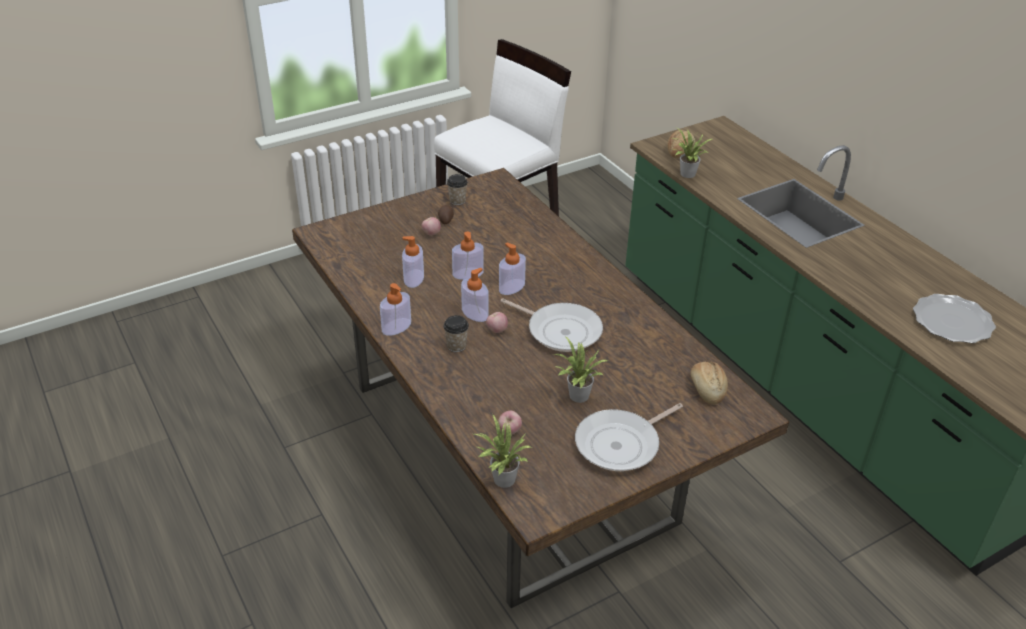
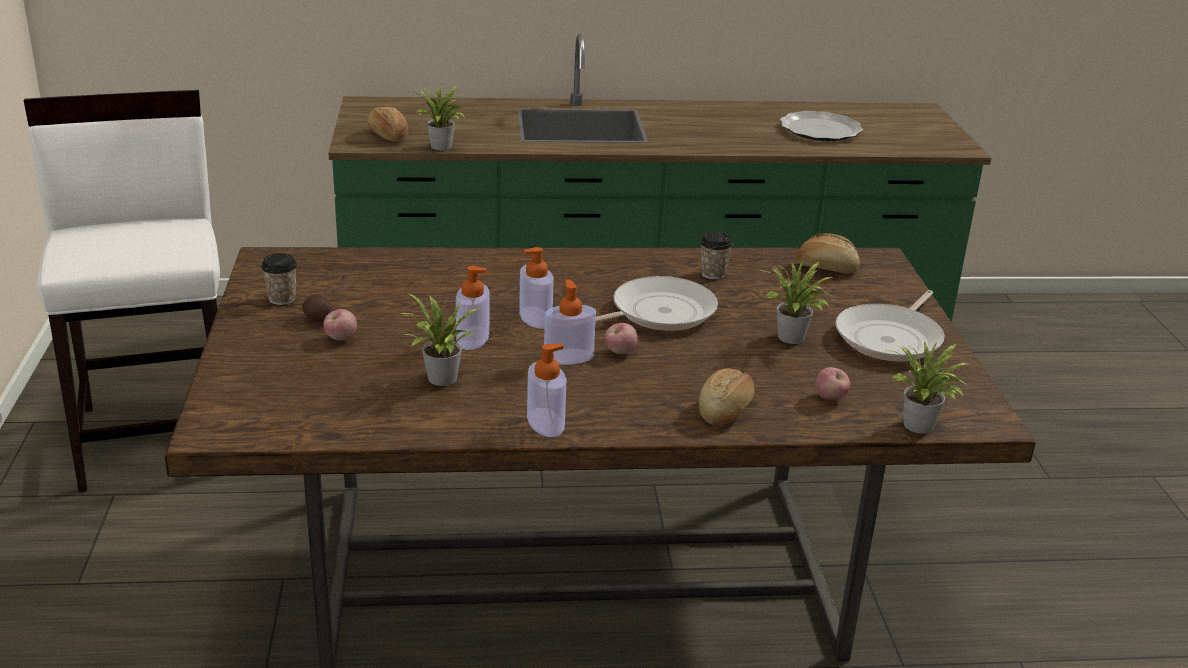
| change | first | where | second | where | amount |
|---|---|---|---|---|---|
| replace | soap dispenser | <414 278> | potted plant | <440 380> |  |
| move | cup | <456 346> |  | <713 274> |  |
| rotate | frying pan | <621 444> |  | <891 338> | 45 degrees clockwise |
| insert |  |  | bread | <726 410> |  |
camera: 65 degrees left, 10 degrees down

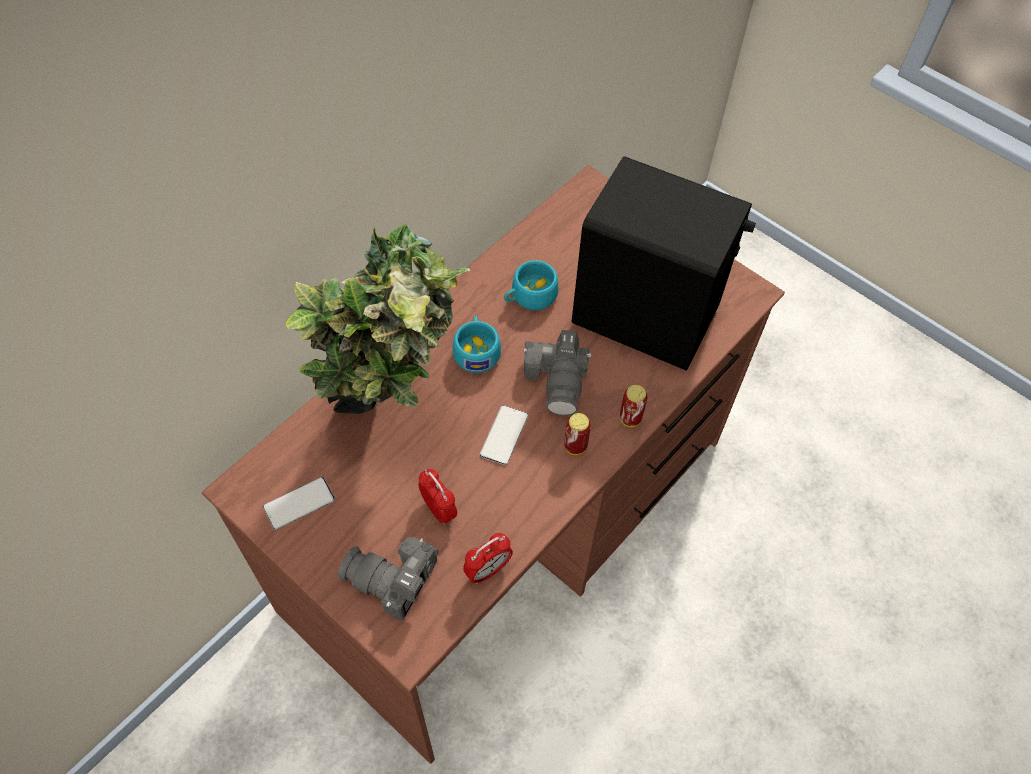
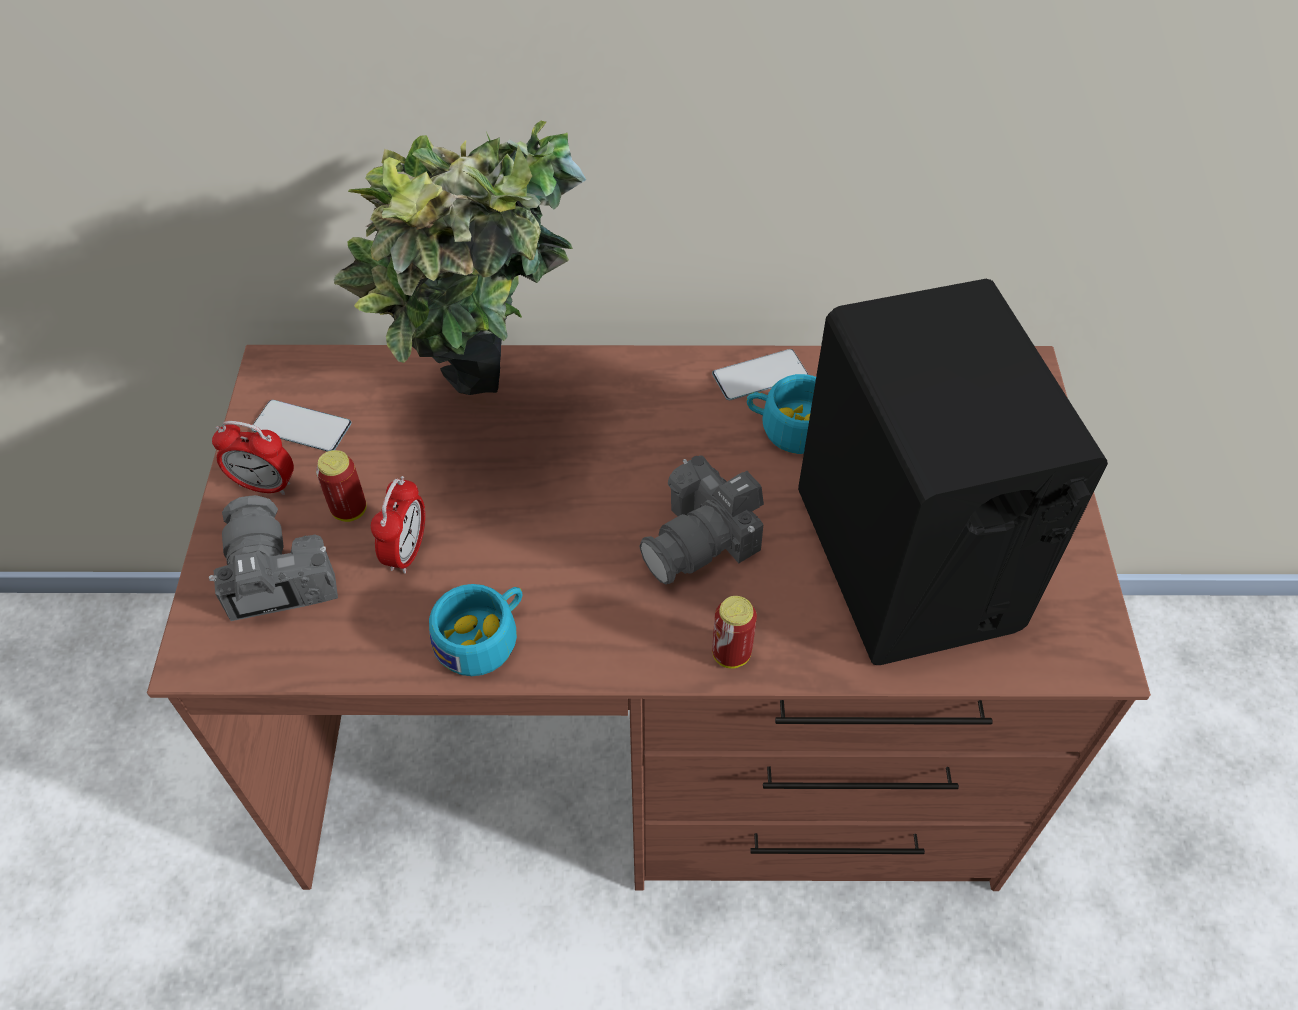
| change | first | where | second | where | amount |
|---|---|---|---|---|---|
| move | cup in turquoise | <476 350> |  | <484 637> |  |
| move | phone | <504 435> |  | <760 375> |  |
| move | can | <575 446> |  | <349 510> |  |
| move | alarm clock | <488 570> |  | <265 485> |  |
camera: 50 degrees right, 5 degrees down

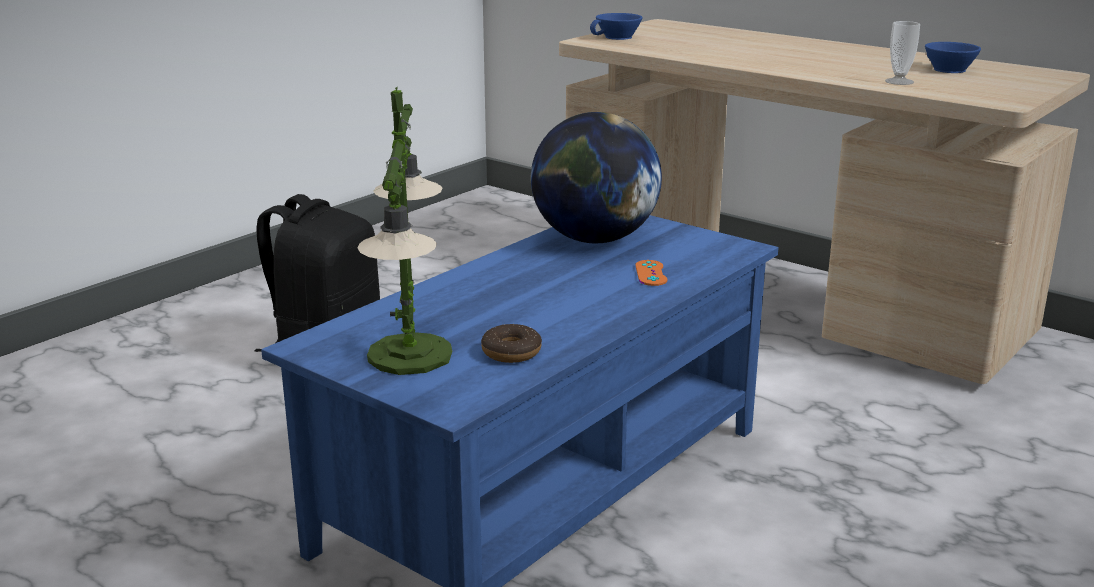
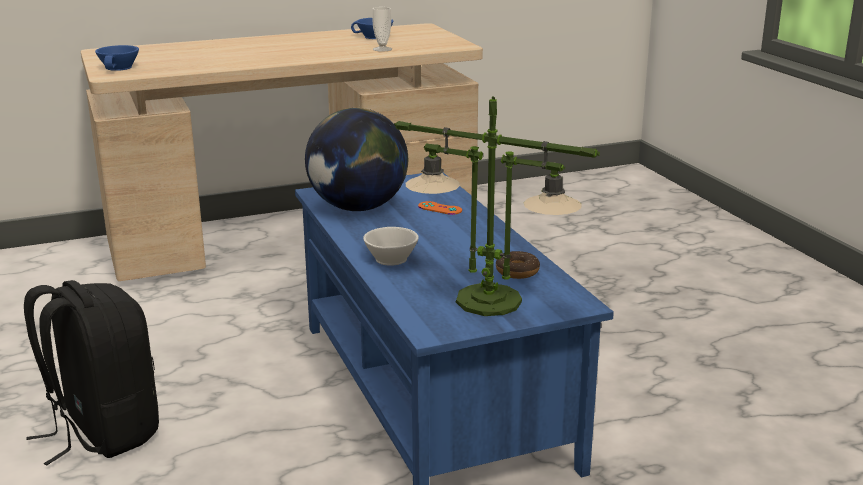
| change | first | where | second | where | amount |
|---|---|---|---|---|---|
| insert |  |  | cup in white | <388 258> |  |
camera: 60 degrees left, 0 degrees up

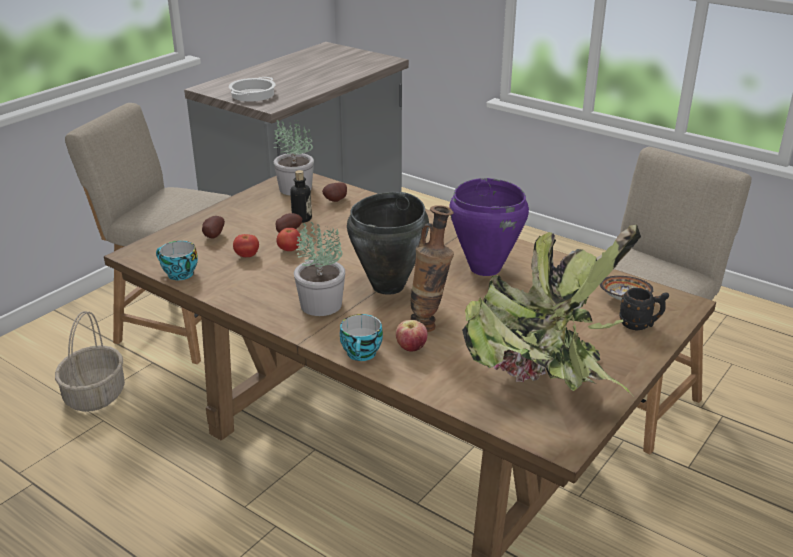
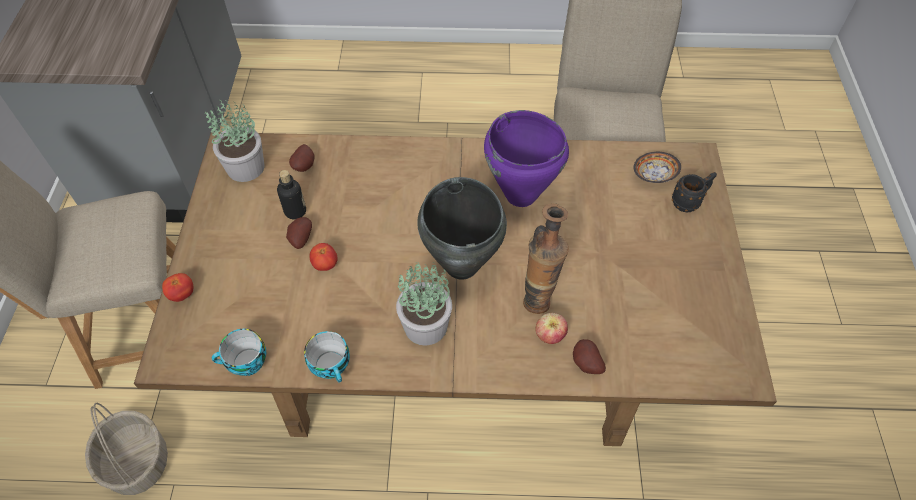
| change | first | where | second | where | amount |
|---|---|---|---|---|---|
| delete | cooking pot | <253 95> |  |  |  |
| move | potato | <213 236> |  | <585 364> |  |
| delete | potted plant | <542 387> |  |  |  |
| move | tomato | <247 256> |  | <182 294> |  |
| move | cup | <362 354> |  | <332 366> |  |
camera: 35 degrees left, 25 degrees up

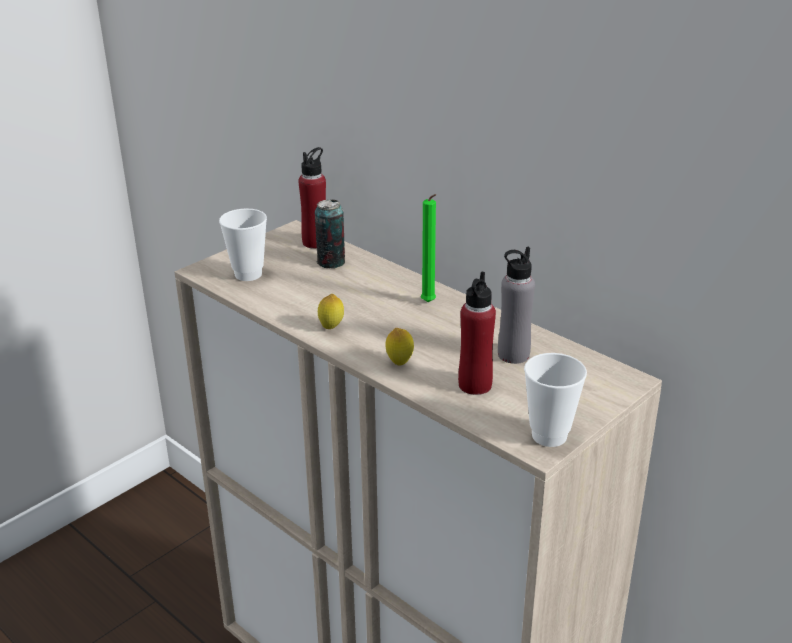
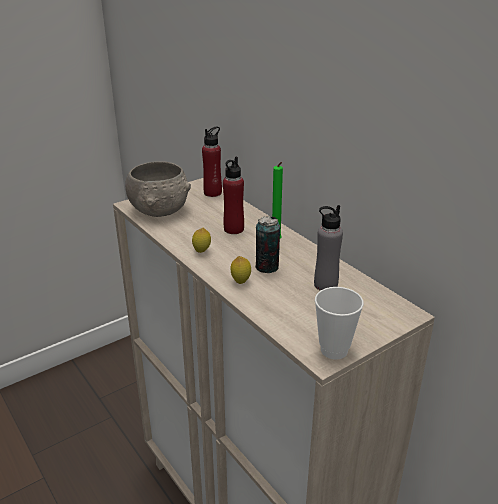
| change | first | where | second | where | amount |
|---|---|---|---|---|---|
| move | can | <331 262> |  | <267 267> |  |
| replace | cup | <248 274> | bowl in grey | <160 210> |  |
| move | bottle in red | <475 385> |  | <233 229> |  |
camera: 10 degrees right, 0 degrees up

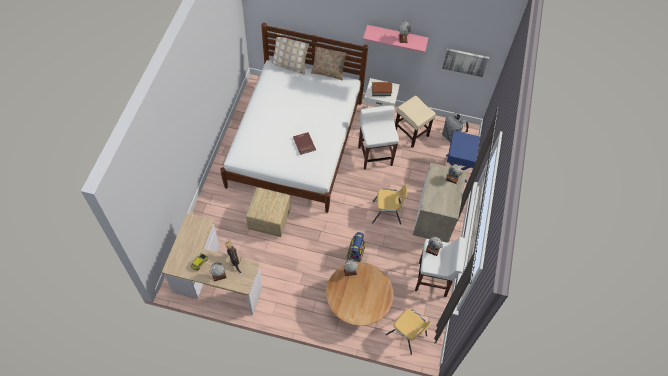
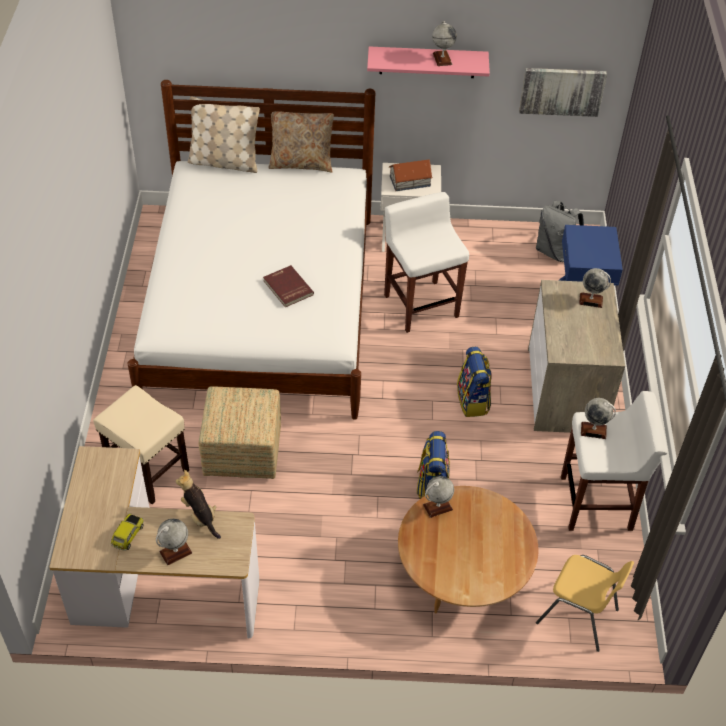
| change | first | where | second | where | amount |
|---|---|---|---|---|---|
| move | stool in beige | <410 132> |  | <147 470> |  |
| replace | chair in yellow | <387 213> | backpack | <473 401> |  |
camera: 10 degrees left, 10 degrees down

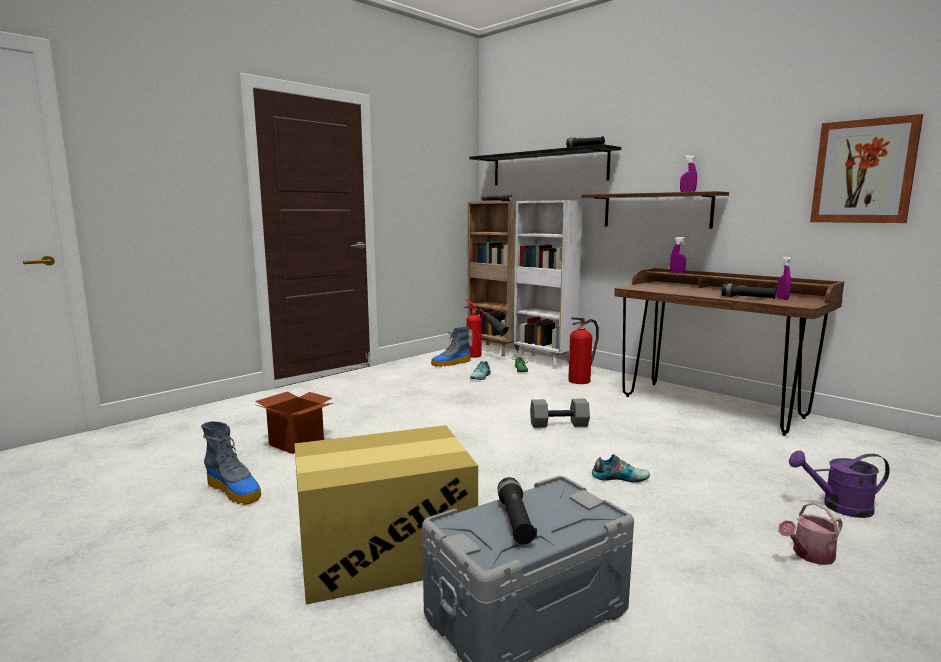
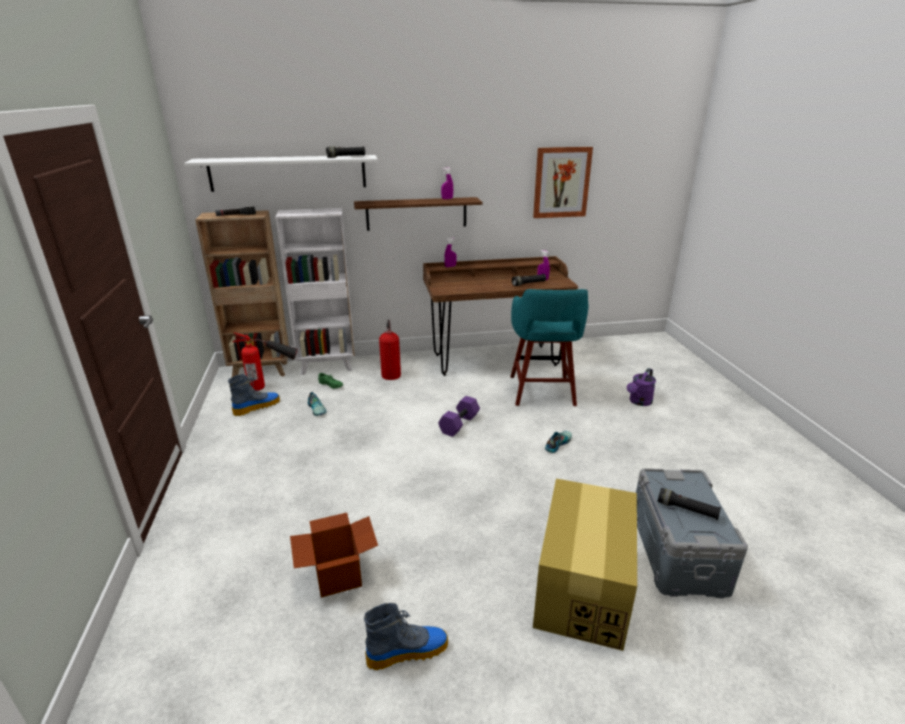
| change | first | where | second | where | amount |
|---|---|---|---|---|---|
| recolor | shelf in black | <548 168> | shelf in white | <288 173> |  |
| rotate | boot | <451 363> |  | <257 407> | 135 degrees counterclockwise |
| recolor | dumbbell in grey | <559 424> | dumbbell in purple | <459 424> |  |
| delete | watering can | <809 555> |  |  |  |
| insert |  |  | stool in turquoise | <542 392> |  |
camera: 55 degrees left, 15 degrees up

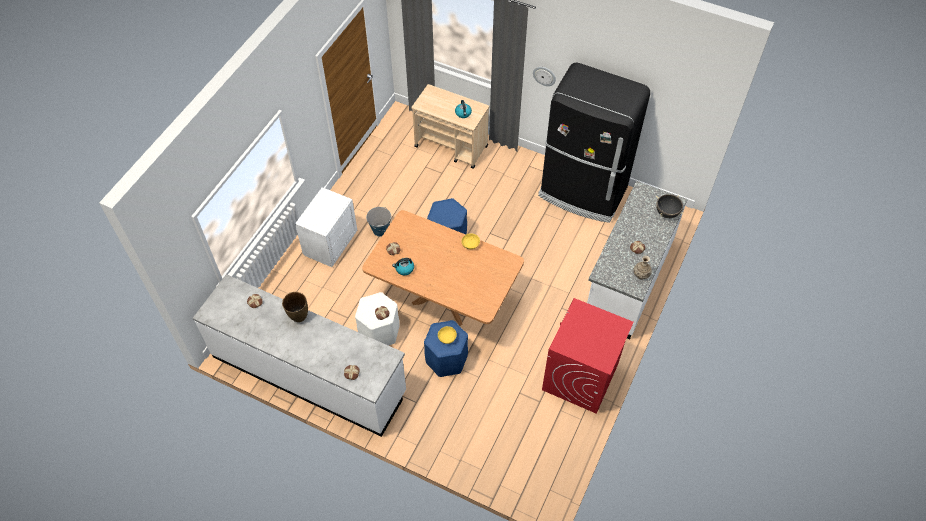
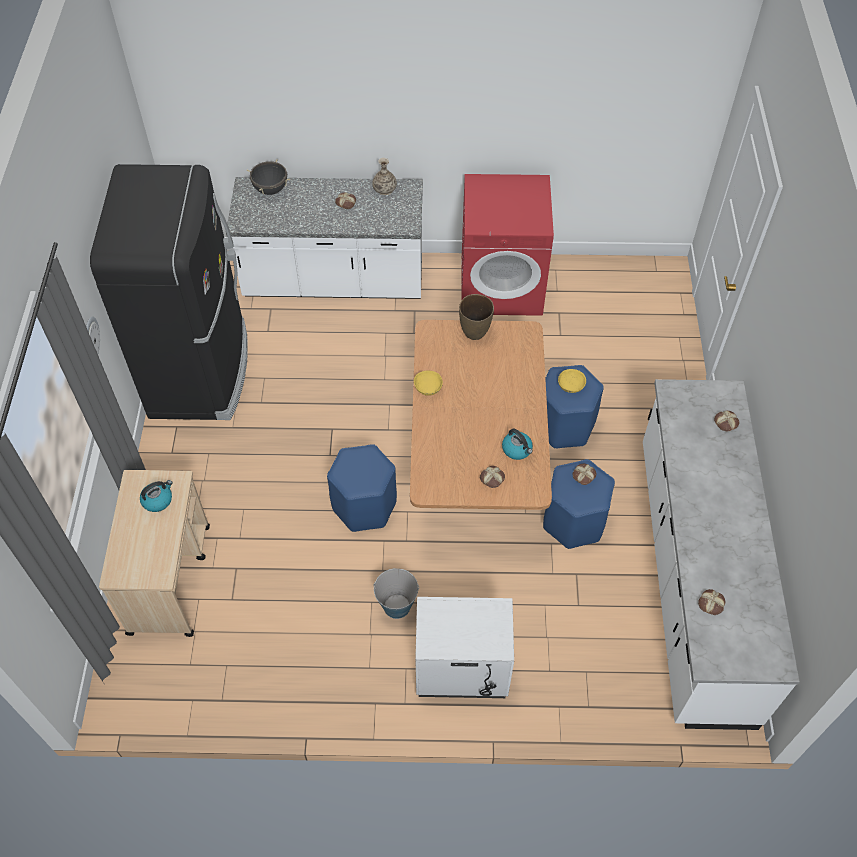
| change | first | where | second | where | amount |
|---|---|---|---|---|---|
| move | vase in brown | <298 316> |  | <475 333> |  |
| recolor | stool in white | <379 332> | stool in blue | <574 521> |  |
camera: 115 degrees left, 0 degrees up

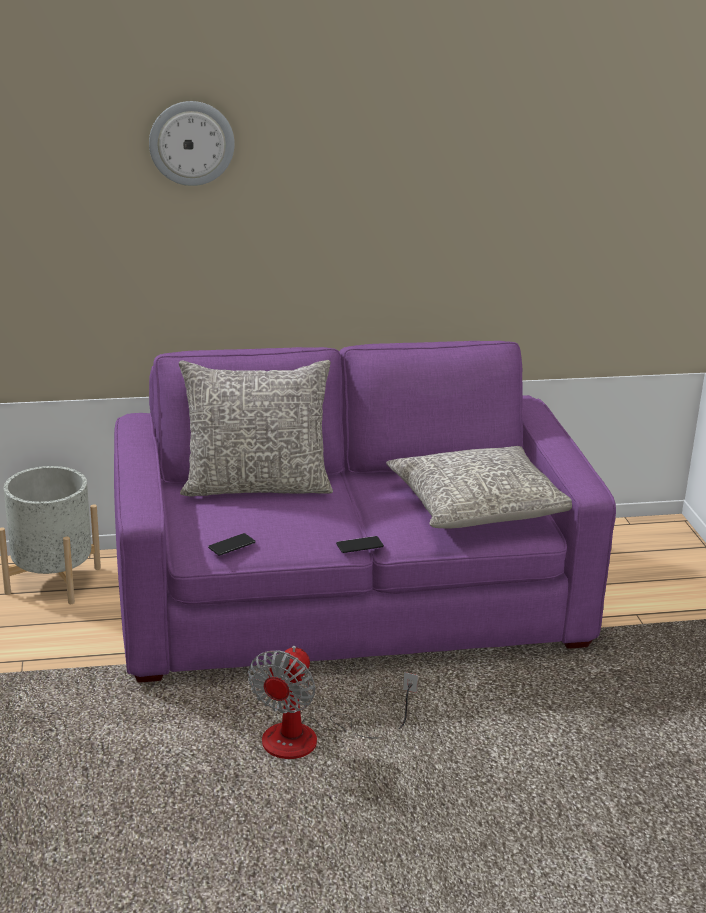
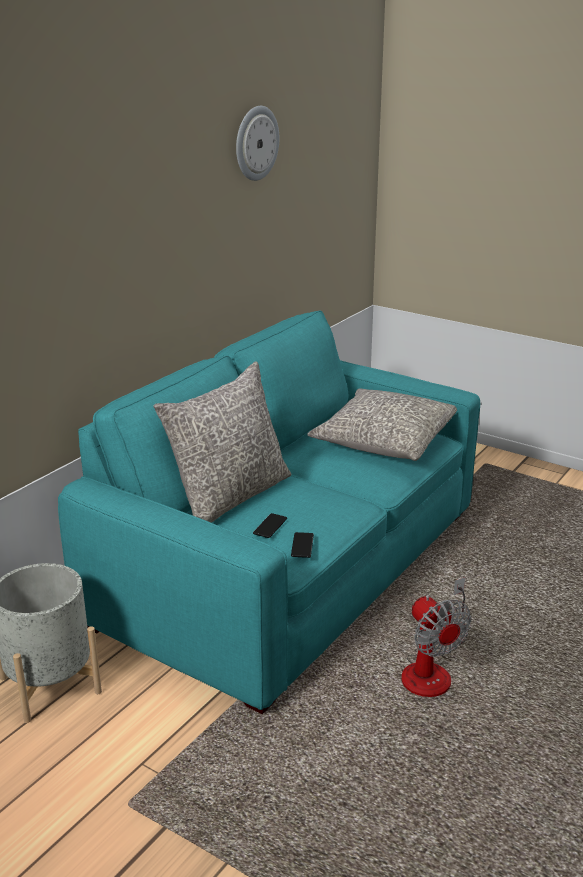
| change | first | where | second | where | amount |
|---|---|---|---|---|---|
| move | wall clock | <191 143> |  | <256 143> |  |
| recolor | sofa in purple | <348 600> | sofa in turquoise | <290 565> |  |
| move | phone | <359 545> |  | <270 526> |  |
camera: 45 degrees left, 0 degrees up

